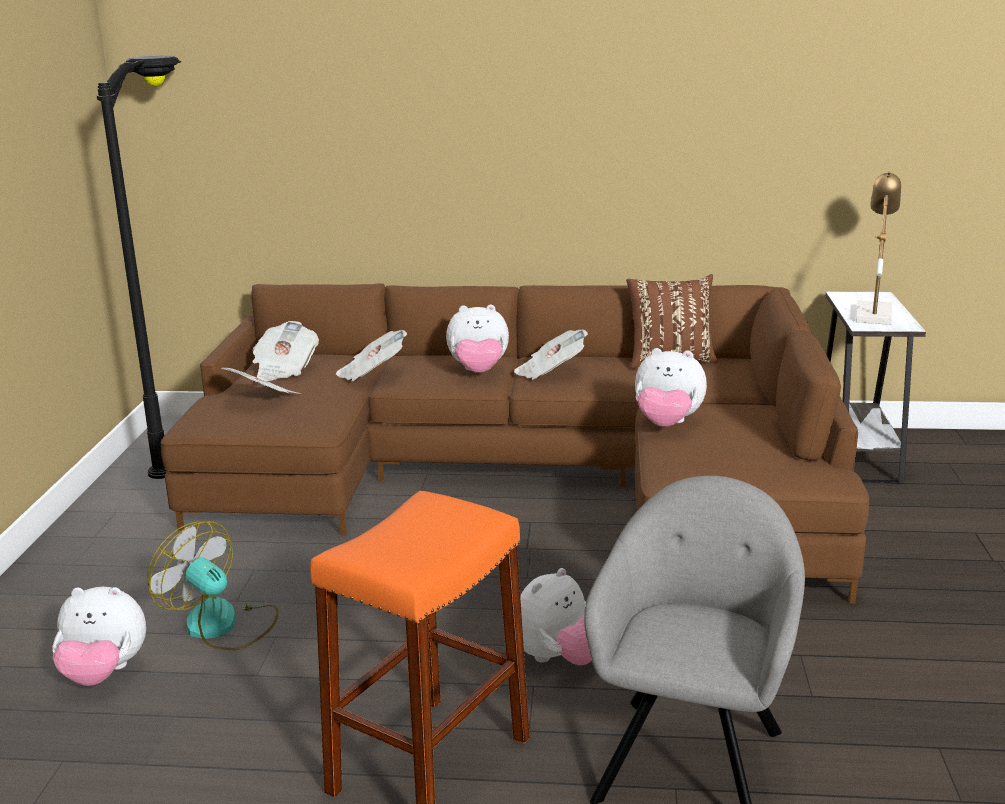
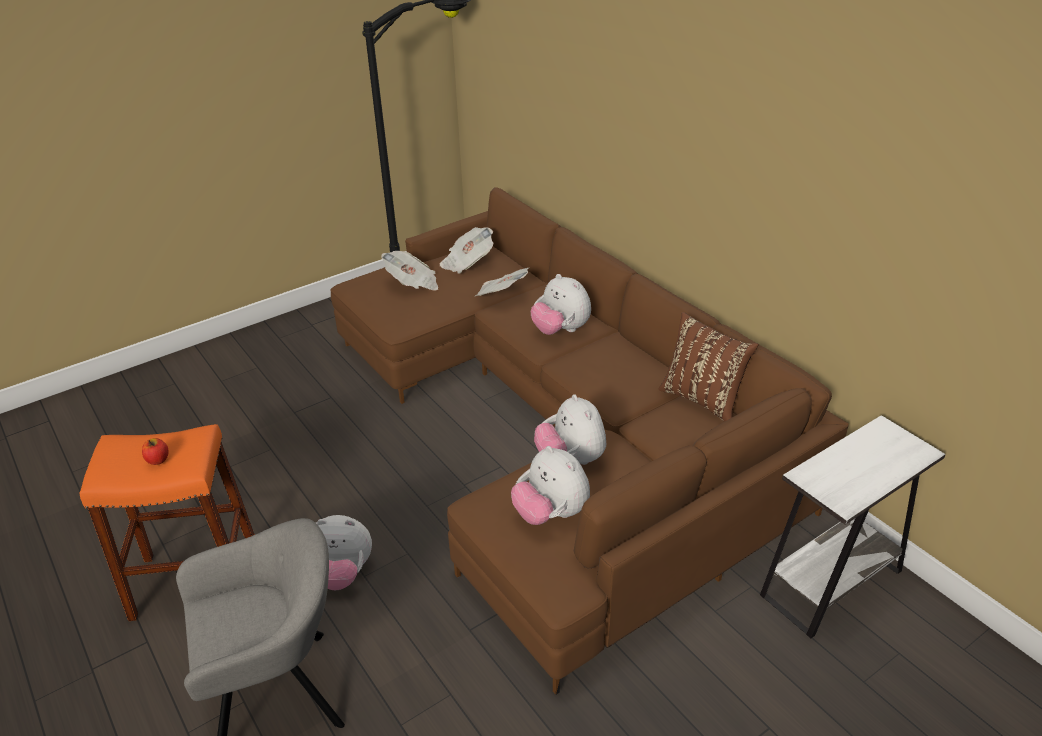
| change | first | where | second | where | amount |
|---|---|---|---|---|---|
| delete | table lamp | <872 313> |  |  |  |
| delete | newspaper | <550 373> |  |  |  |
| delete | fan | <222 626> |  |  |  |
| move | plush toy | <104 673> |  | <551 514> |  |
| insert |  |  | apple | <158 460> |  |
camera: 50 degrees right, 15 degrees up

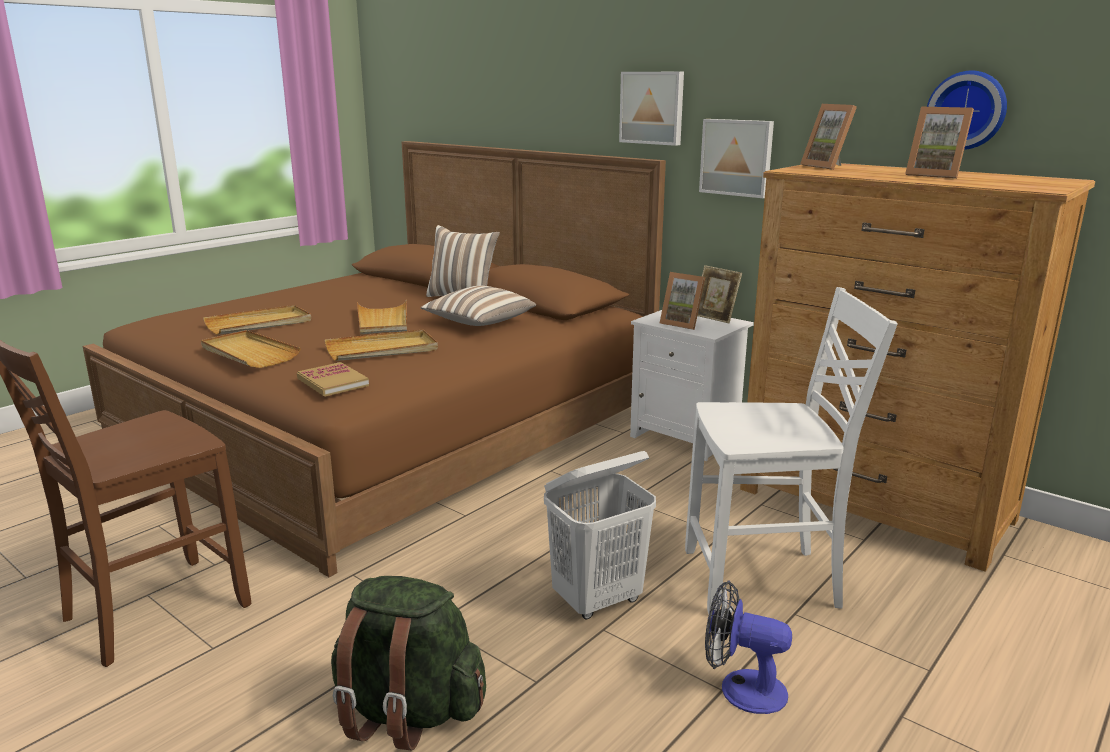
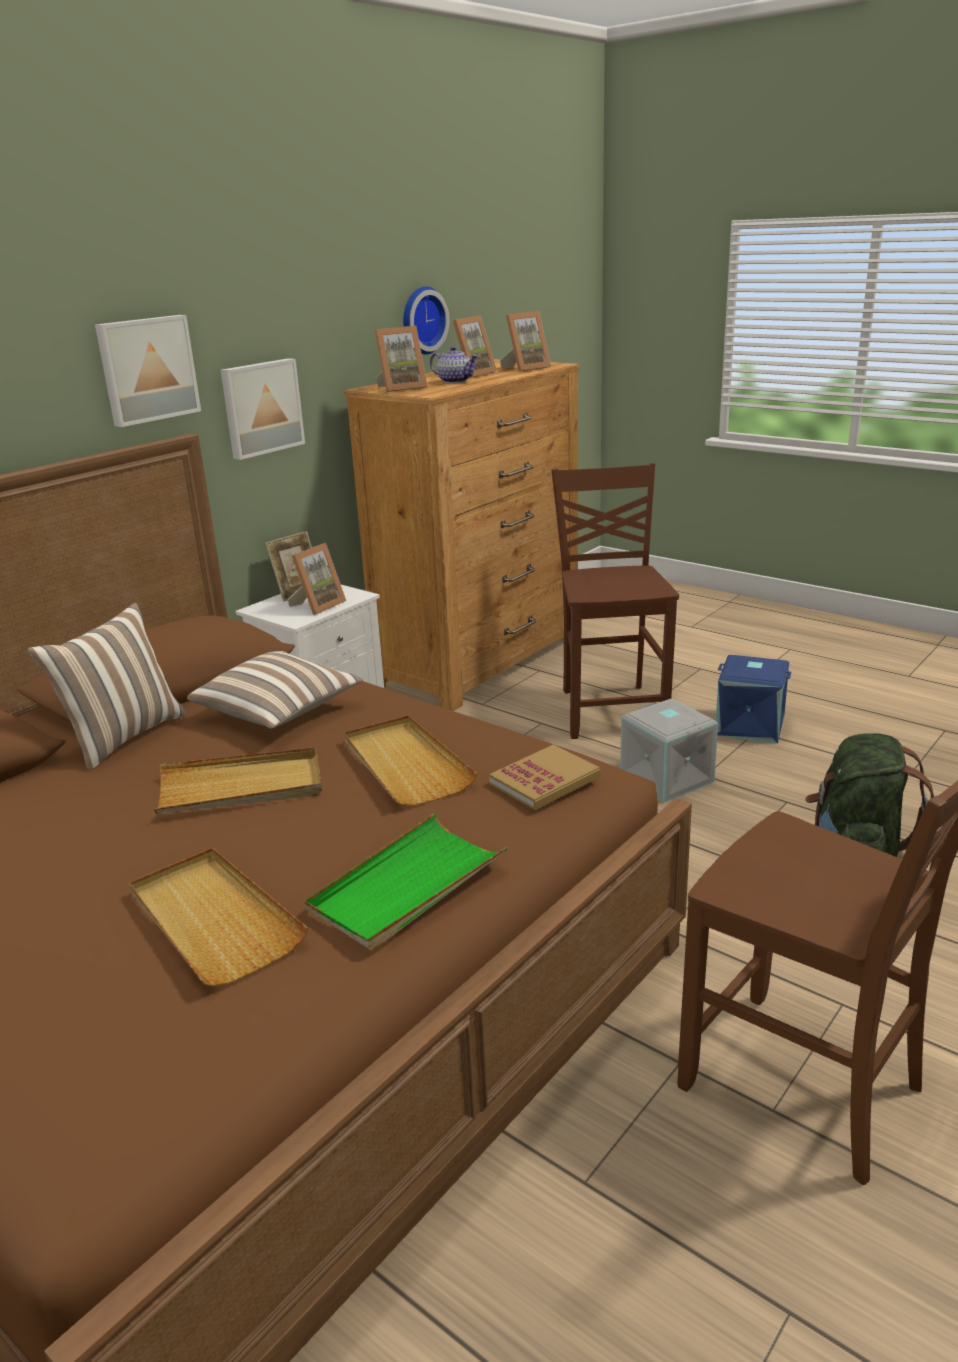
| change | first | where | second | where | amount |
|---|---|---|---|---|---|
| recolor | chair in white | <764 580> | chair in brown | <611 710> |  |
| recolor | tray in beige | <249 353> | tray in green | <407 886> |  |
| replace | laundry basket in white | <598 601> | storage box in grey | <665 778> |  |
| replace | fan | <741 688> | storage box in blue | <750 725> |  |
| insert |  |  | picture frame | <525 368> |  |
| insert |  |  | teapot | <454 381> |  |
camera: 90 degrees left, 5 degrees up

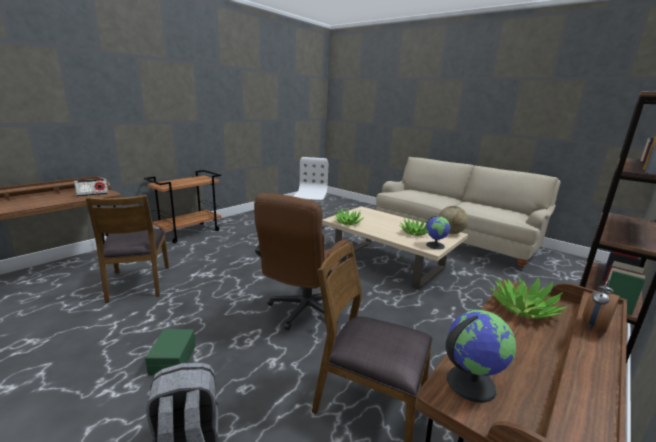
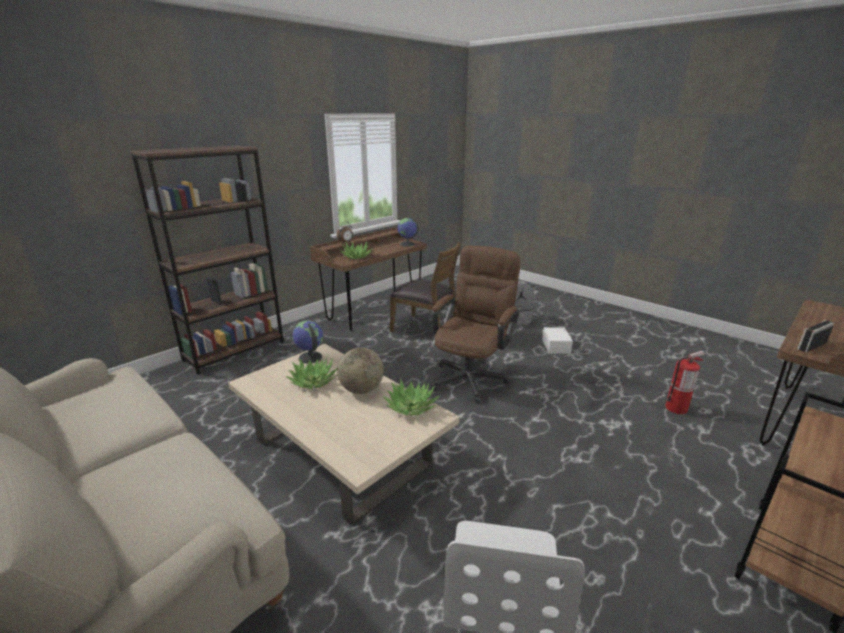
| change | first | where | second | where | amount |
|---|---|---|---|---|---|
| replace | chair in brown | <138 283> | fire extinguisher | <676 408> |  |
| move | globe | <450 233> |  | <361 390> |  |
| recolor | storage box in green | <171 359> | storage box in white | <556 346> |  |
camera: 175 degrees left, 5 degrees up

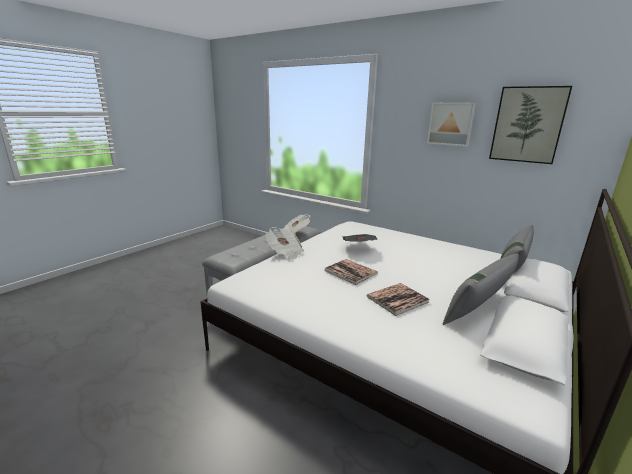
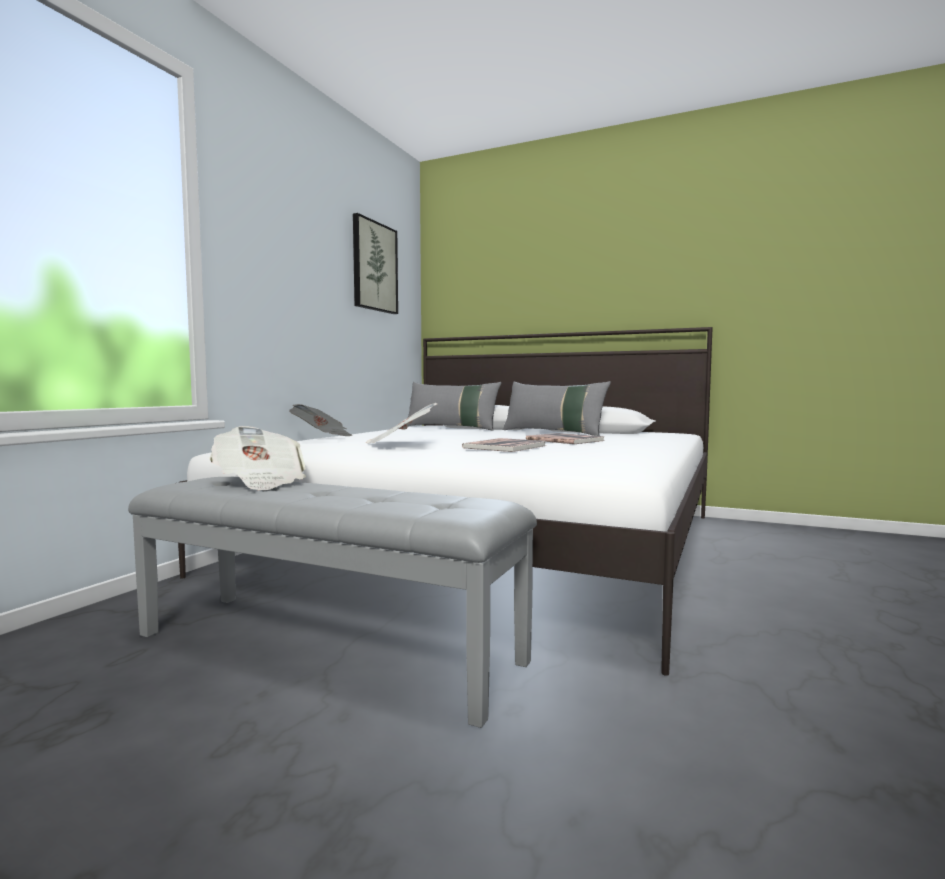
| change | first | where | second | where | amount |
|---|---|---|---|---|---|
| delete | picture | <451 124> |  |  |  |
| move | newspaper | <285 252> |  | <322 438> |  |
camera: 100 degrees left, 15 degrees down

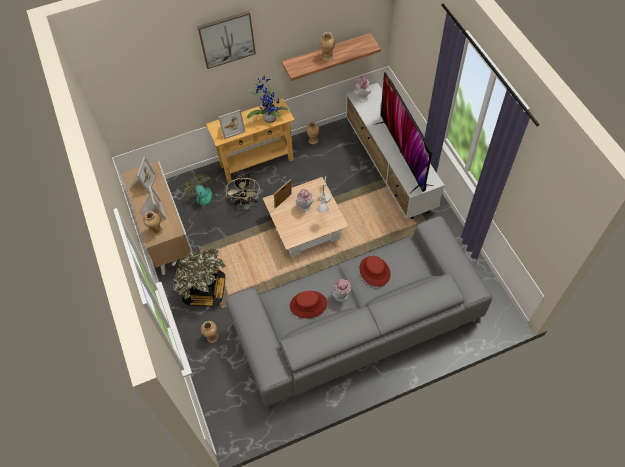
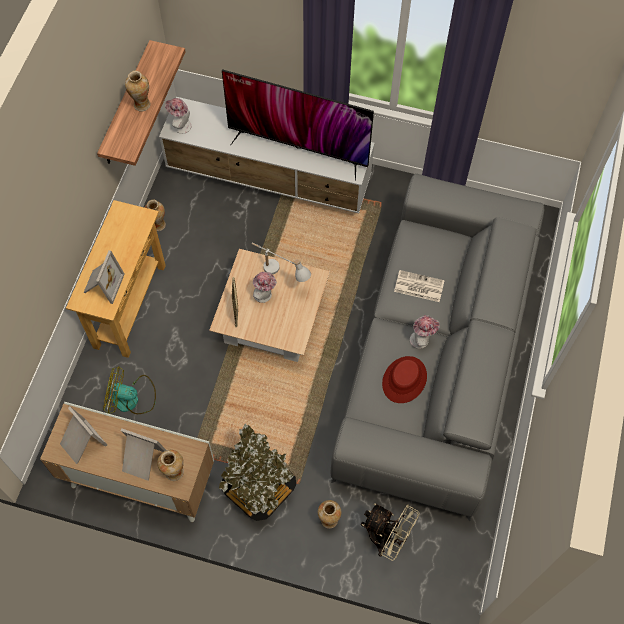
| change | first | where | second | where | amount |
|---|---|---|---|---|---|
| delete | picture | <227 39> |  |  |  |
| delete | potted plant | <269 117> |  |  |  |
| move | fan in beige | <245 201> |  | <386 538> |  |
| replace | hat in red | <374 271> | newspaper | <418 286> |  |
camera: 55 degrees left, 5 degrees up

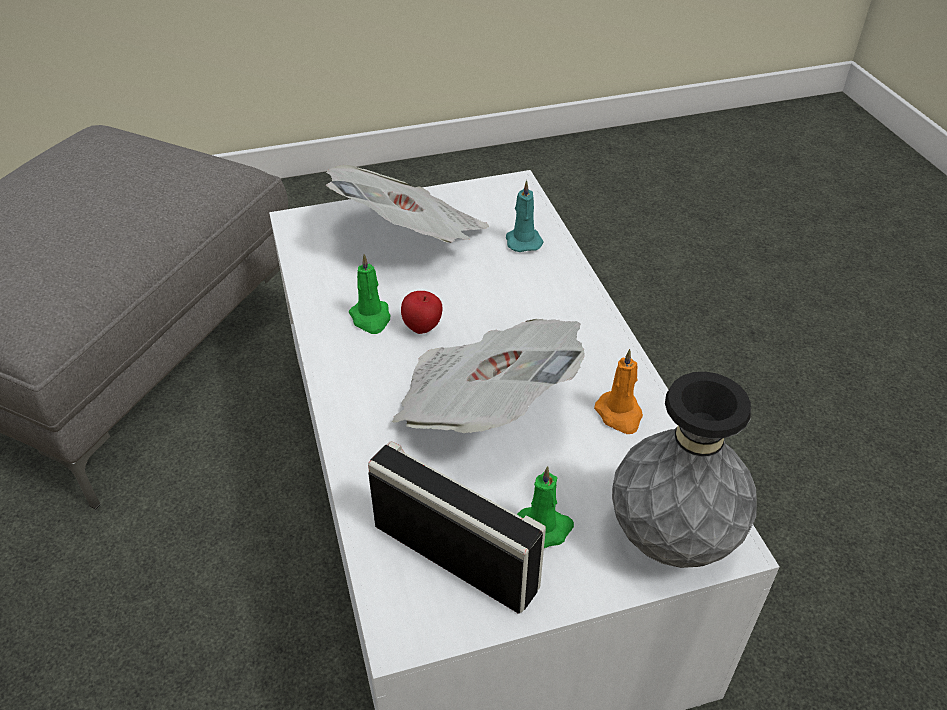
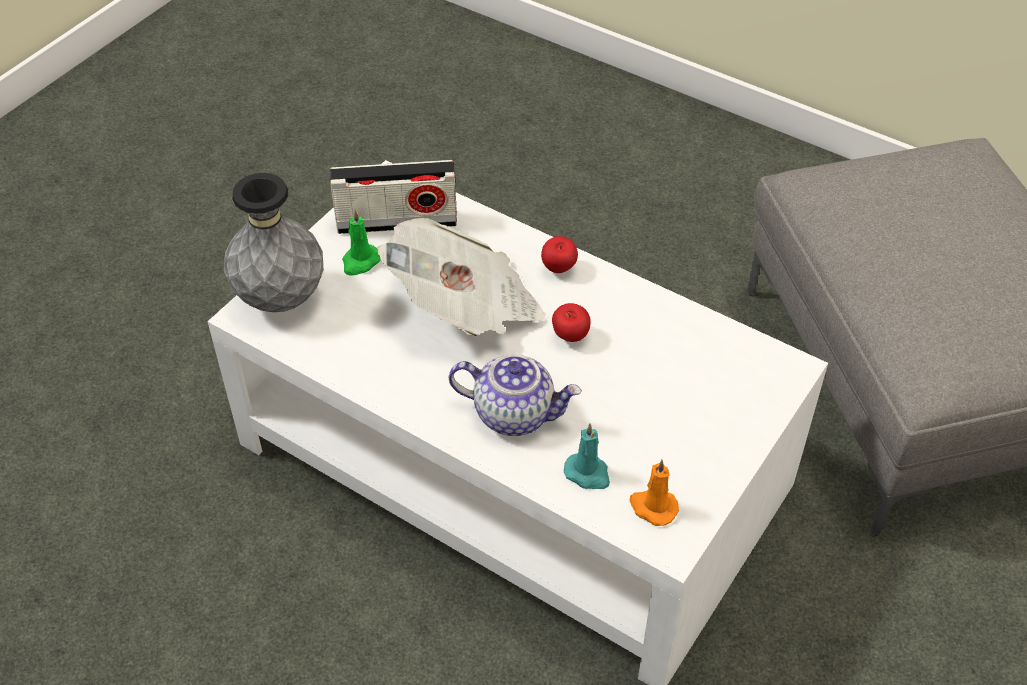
| change | first | where | second | where | amount |
|---|---|---|---|---|---|
| delete | newspaper | <412 238> |  |  |  |
| delete | candle in green | <371 318> |  |  |  |
| move | candle in orange | <620 414> |  | <652 507> |  |
| insert |  |  | apple | <559 269> |  |
| insert |  |  | teapot | <515 413> |  |
camera: 140 degrees right, 5 degrees up

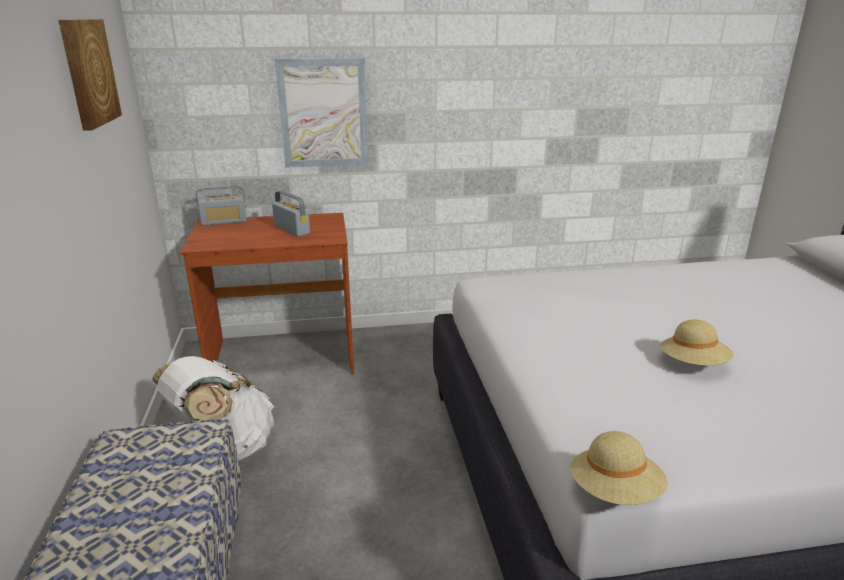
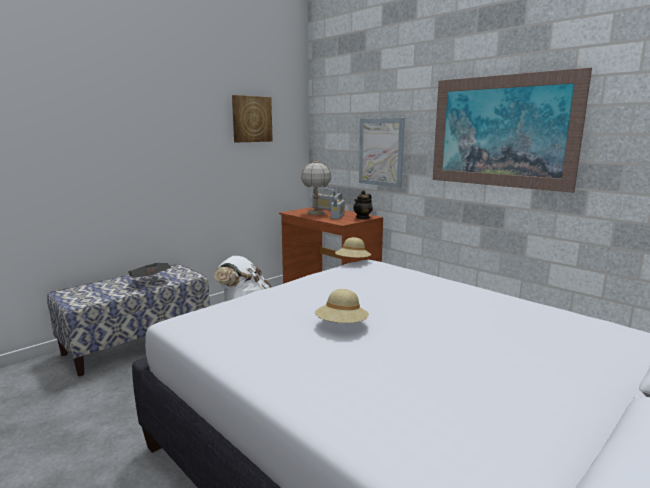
| change | first | where | second | where | amount |
|---|---|---|---|---|---|
| move | hat in beige | <615 491> |  | <352 262> |  |
| insert |  |  | picture | <501 131> |  |
| insert |  |  | table lamp | <316 213> |  |
| insert |  |  | teapot | <363 218> |  |
| insert |  |  | newspaper | <150 281> |  |
camera: 55 degrees right, 10 degrees down

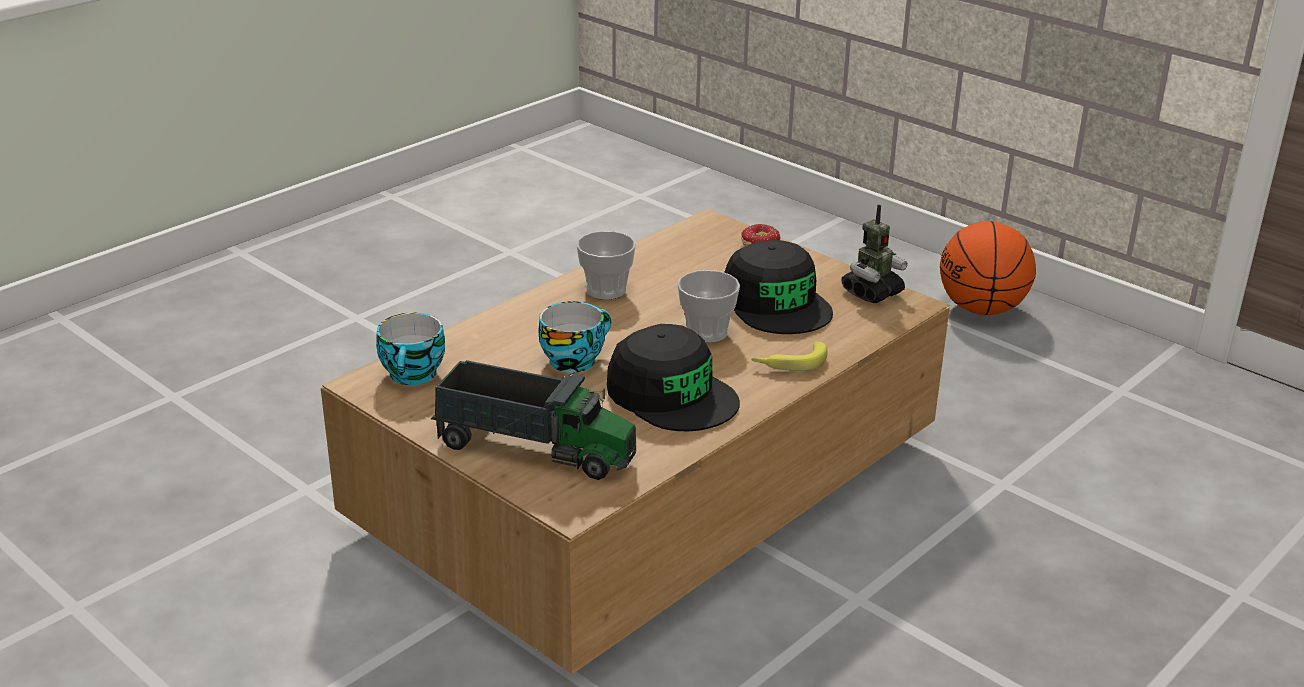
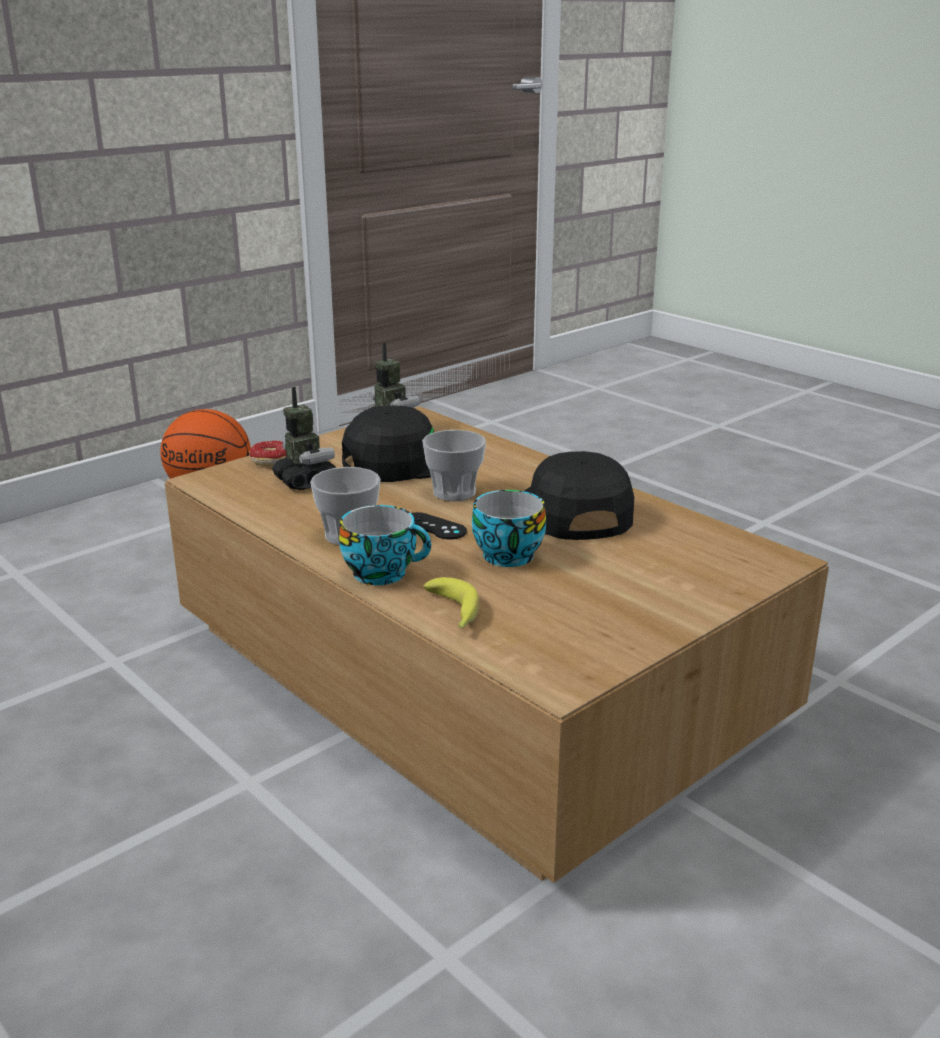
| change | first | where | second | where | amount |
|---|---|---|---|---|---|
| move | cup | <414 375> |  | <384 572> |  |
| rotate | cap in black | <671 394> |  | <574 512> | 60 degrees counterclockwise |
| move | banana | <789 363> |  | <453 613> |  |
| delete | toy truck | <535 448> |  |  |  |
| insert |  |  | toy robot | <305 481> |  |
| insert |  |  | game controller in black | <433 526> |  |
camera: 85 degrees left, 5 degrees down

